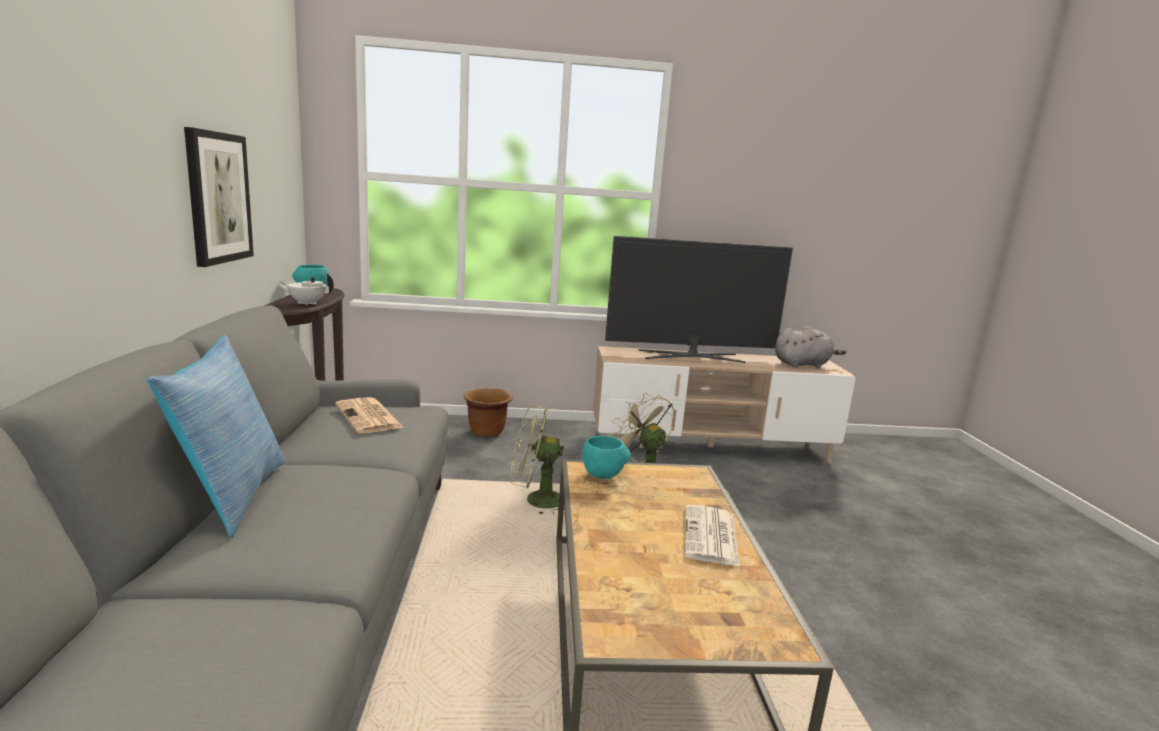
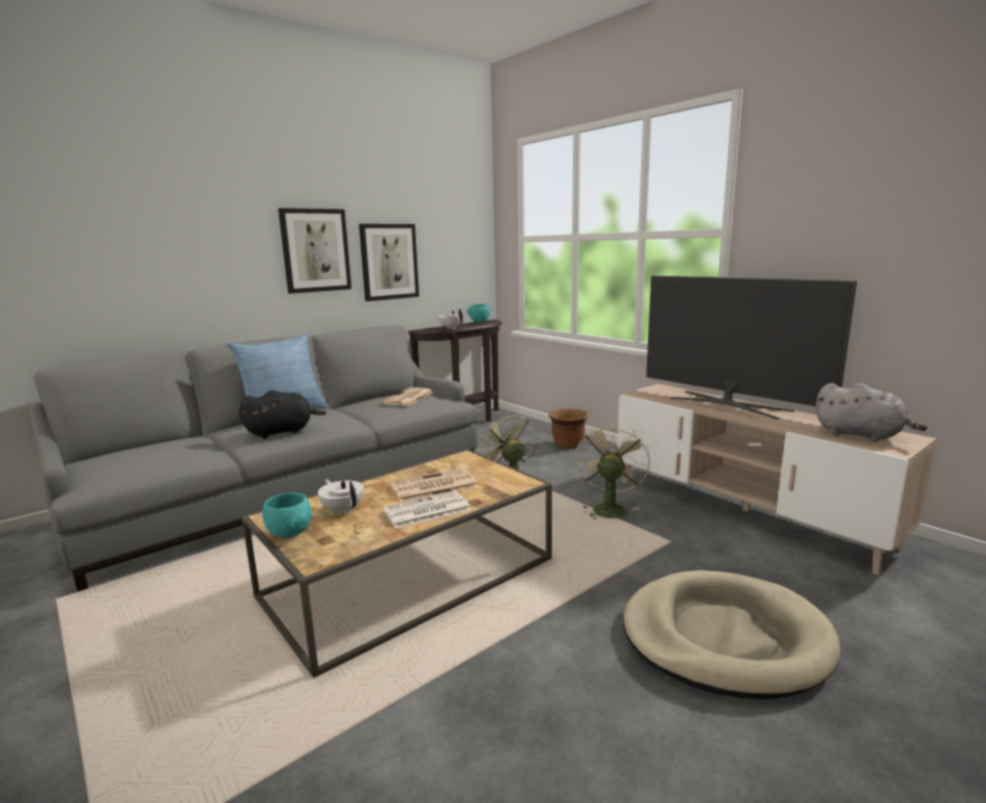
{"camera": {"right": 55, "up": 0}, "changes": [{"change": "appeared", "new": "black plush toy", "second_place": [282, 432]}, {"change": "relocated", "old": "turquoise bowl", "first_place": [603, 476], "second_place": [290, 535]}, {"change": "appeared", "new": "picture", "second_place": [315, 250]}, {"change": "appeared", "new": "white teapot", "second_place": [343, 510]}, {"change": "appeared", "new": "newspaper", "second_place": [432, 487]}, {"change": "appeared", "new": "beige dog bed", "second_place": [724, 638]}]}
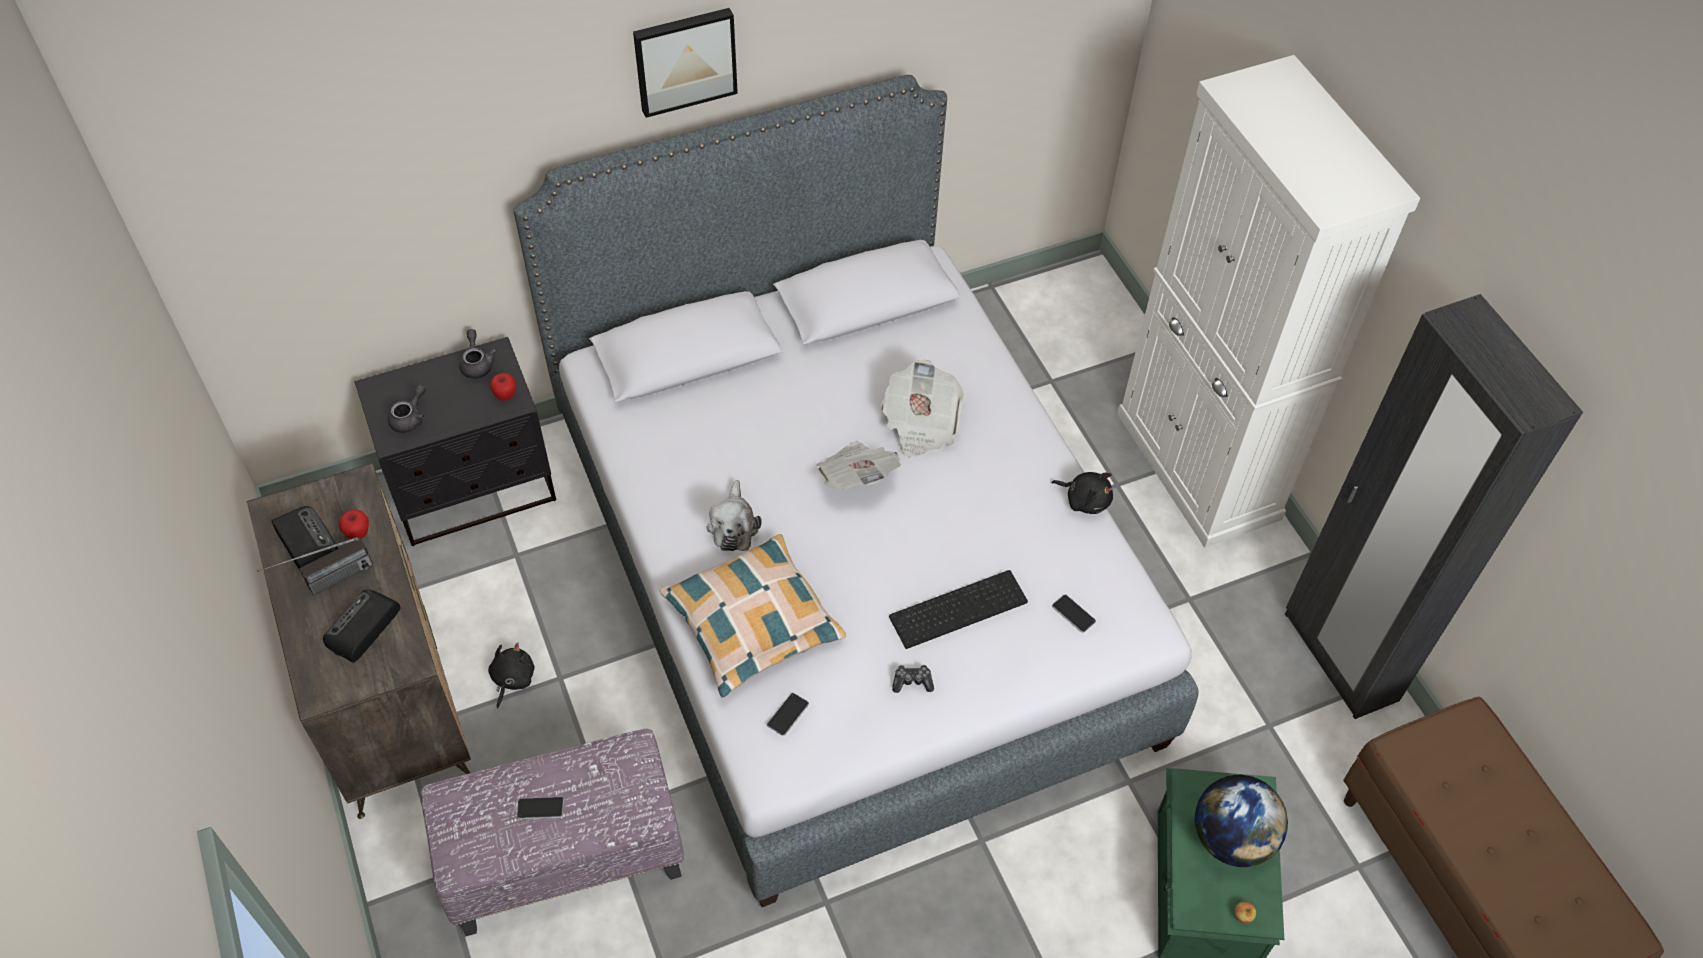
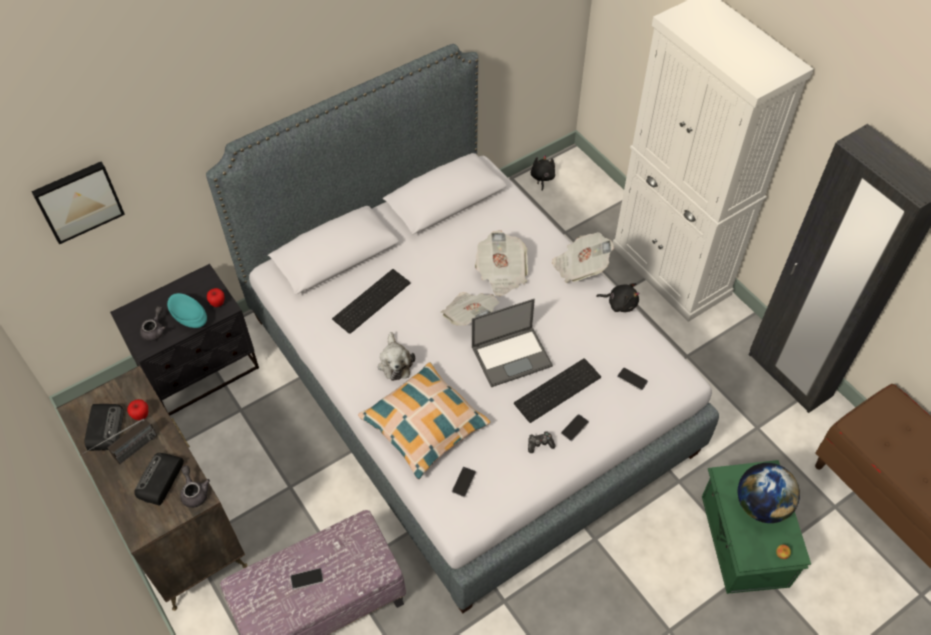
{"camera": {"right": -10, "up": 0}, "changes": [{"change": "relocated", "old": "picture", "first_place": [684, 59], "second_place": [78, 200]}, {"change": "spun", "old": "radio", "first_place": [305, 541], "second_place": [105, 428], "degrees": 45}, {"change": "appeared", "new": "turquoise bowl", "second_place": [189, 316]}, {"change": "relocated", "old": "grey teapot", "first_place": [477, 363], "second_place": [194, 492]}, {"change": "appeared", "new": "keyboard", "second_place": [371, 299]}, {"change": "appeared", "new": "laptop", "second_place": [512, 356]}, {"change": "relocated", "old": "black plush toy", "first_place": [512, 679], "second_place": [542, 178]}, {"change": "appeared", "new": "newspaper", "second_place": [580, 267]}, {"change": "appeared", "new": "phone", "second_place": [574, 428]}]}
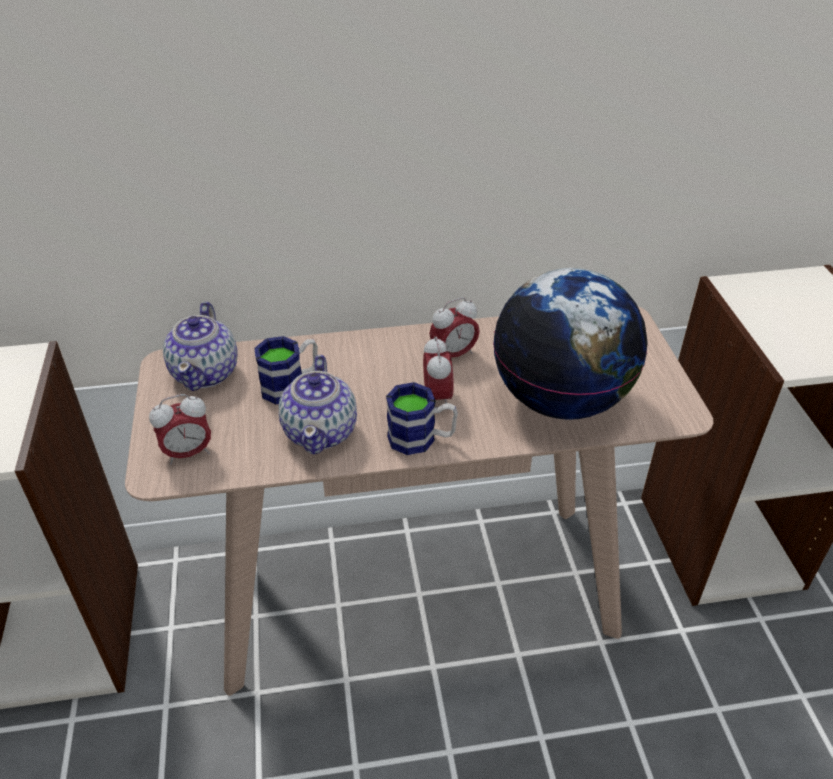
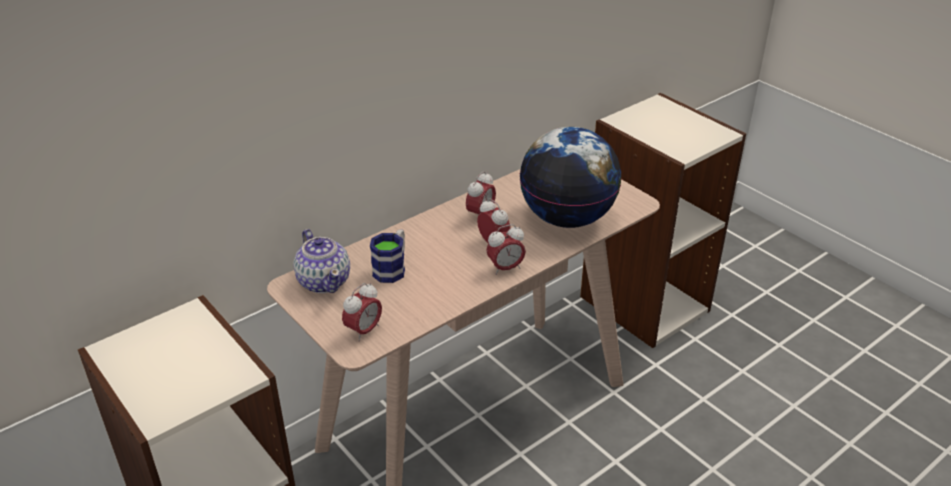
{"camera": {"right": -30, "up": -5}, "changes": [{"change": "exchanged", "old": "mug", "new": "alarm clock", "first_place": [421, 439], "second_place": [505, 268]}, {"change": "missing", "old": "teapot", "first_place": [321, 431]}]}
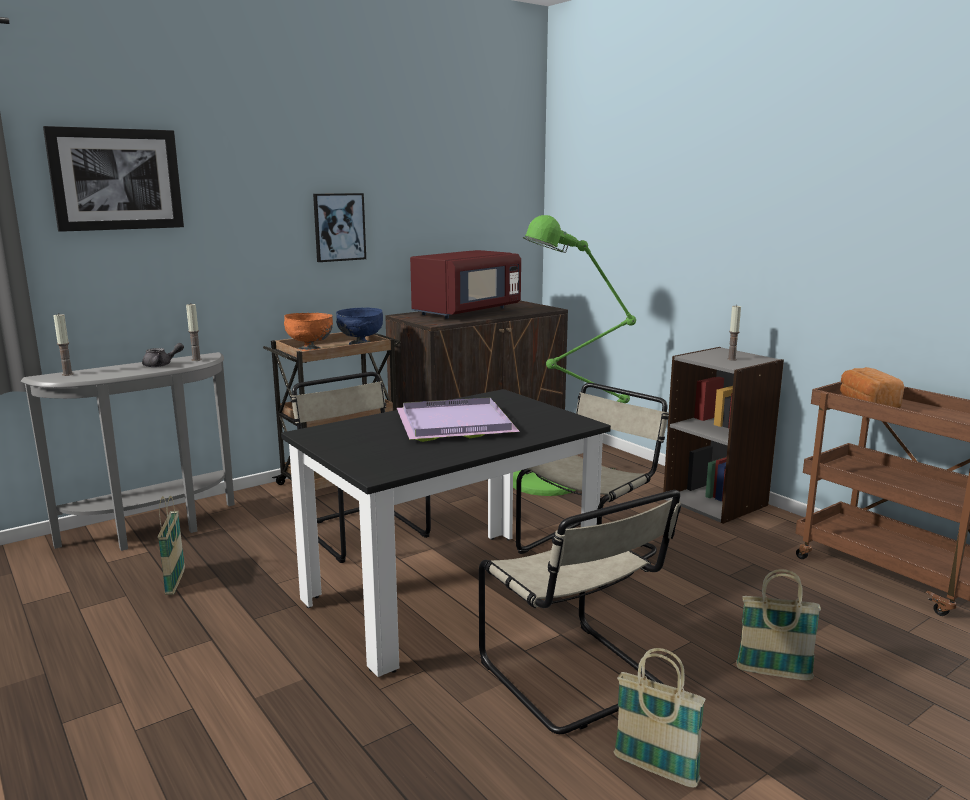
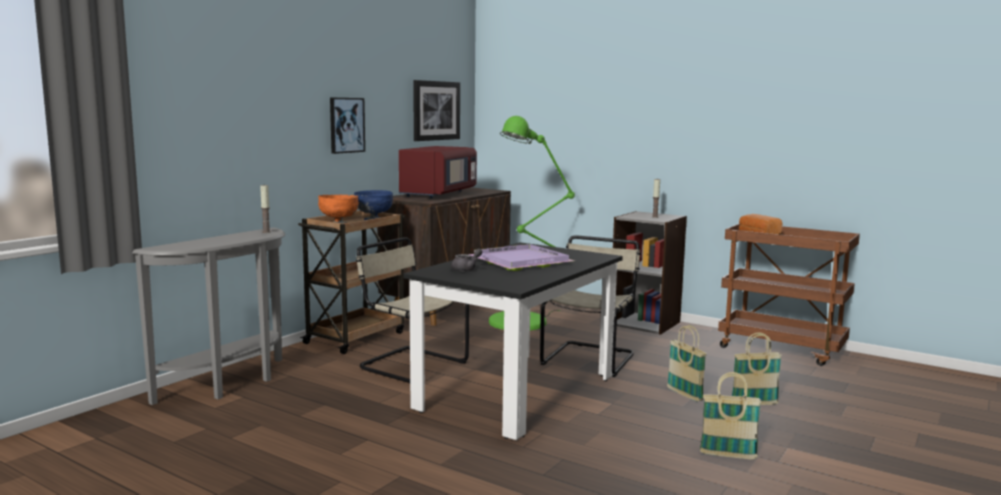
{"camera": {"right": -20, "up": -5}, "changes": [{"change": "relocated", "old": "picture", "first_place": [116, 179], "second_place": [436, 110]}, {"change": "relocated", "old": "grey teapot", "first_place": [161, 365], "second_place": [466, 269]}, {"change": "relocated", "old": "basket", "first_place": [175, 582], "second_place": [684, 395]}, {"change": "missing", "old": "candle", "first_place": [67, 374]}, {"change": "missing", "old": "beige chair", "first_place": [575, 679]}]}
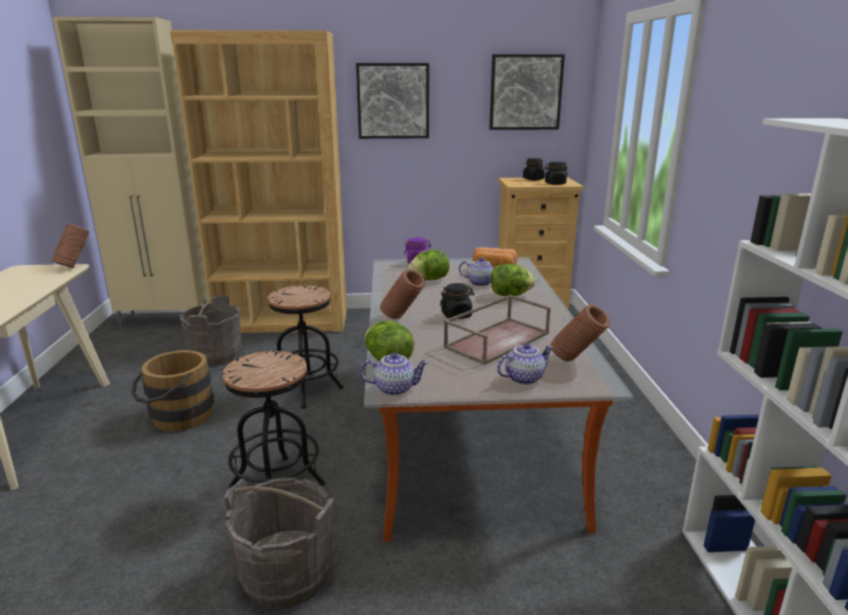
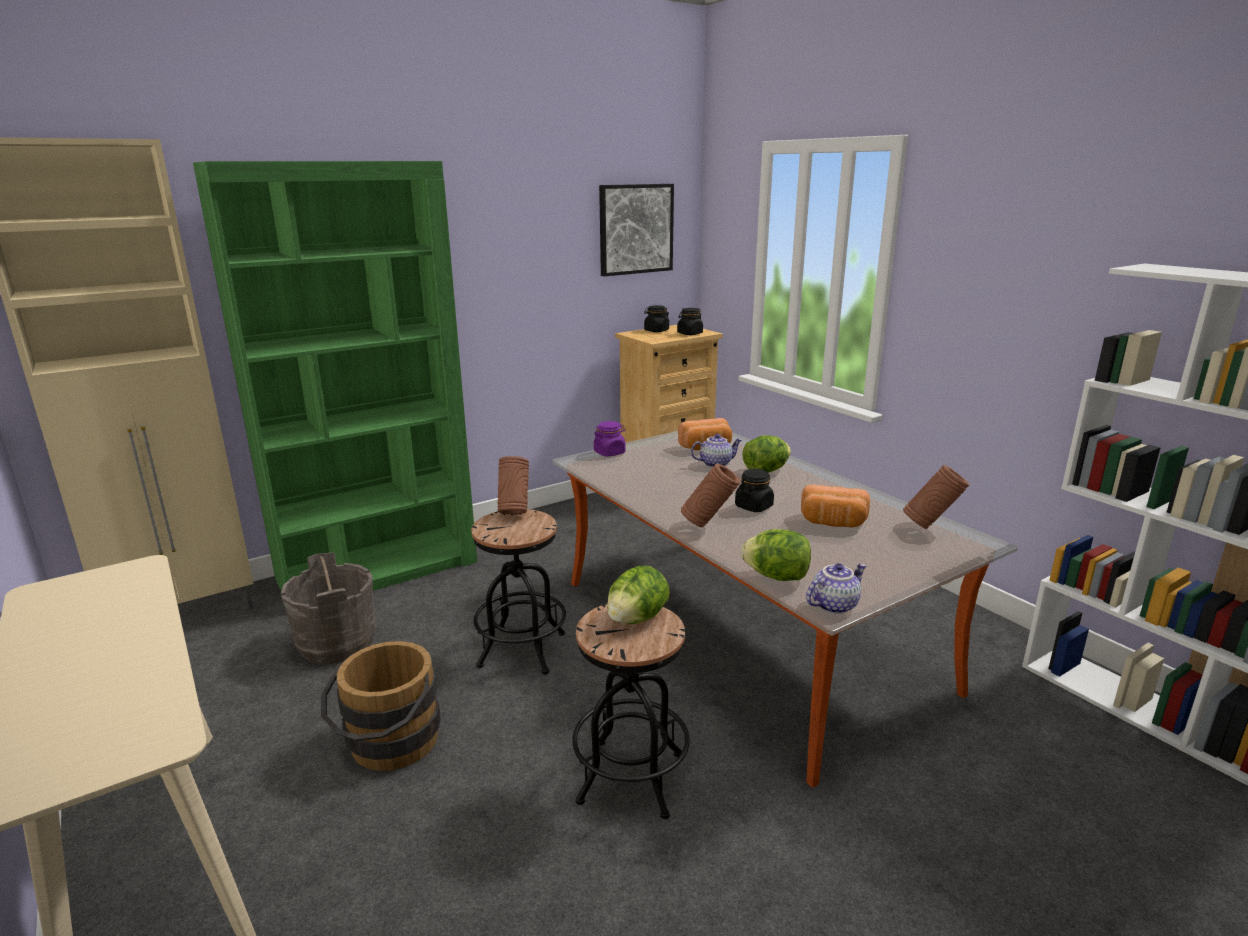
{"camera": {"right": -30, "up": 0}, "changes": [{"change": "colour", "old": "brown bookcase", "new": "green bookcase", "first_place": [283, 322], "second_place": [379, 570]}, {"change": "relocated", "old": "brown vase", "first_place": [75, 267], "second_place": [514, 512]}, {"change": "relocated", "old": "lettuce", "first_place": [429, 279], "second_place": [637, 618]}, {"change": "exchanged", "old": "brown tray", "new": "bread", "first_place": [497, 339], "second_place": [833, 523]}, {"change": "missing", "old": "grey bucket", "first_place": [286, 575]}, {"change": "missing", "old": "picture", "first_place": [393, 101]}, {"change": "missing", "old": "teapot", "first_place": [523, 378]}]}
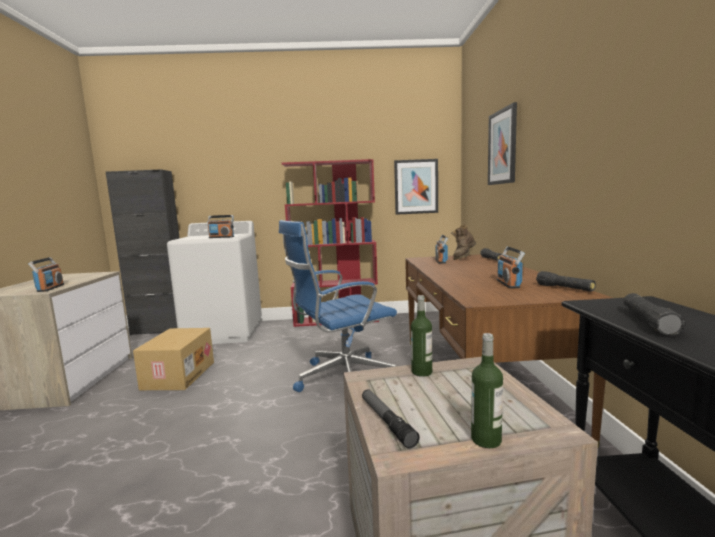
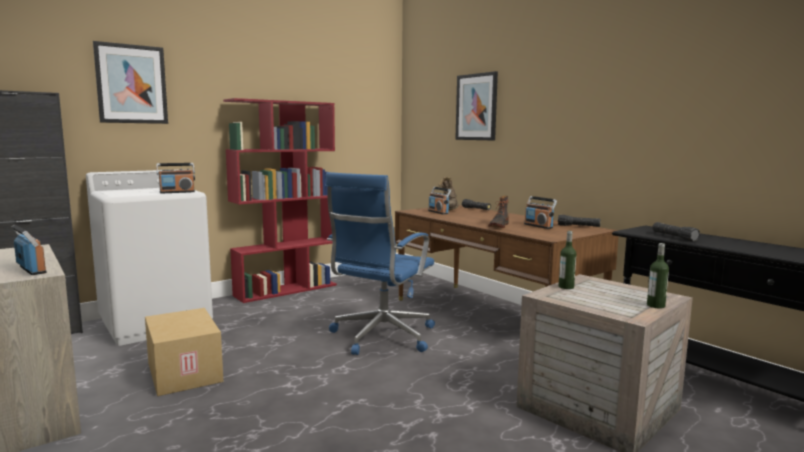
{"camera": {"right": -35, "up": 0}, "changes": [{"change": "relocated", "old": "picture", "first_place": [416, 187], "second_place": [131, 84]}, {"change": "appeared", "new": "boot", "second_place": [498, 226]}, {"change": "missing", "old": "flashlight", "first_place": [386, 422]}]}
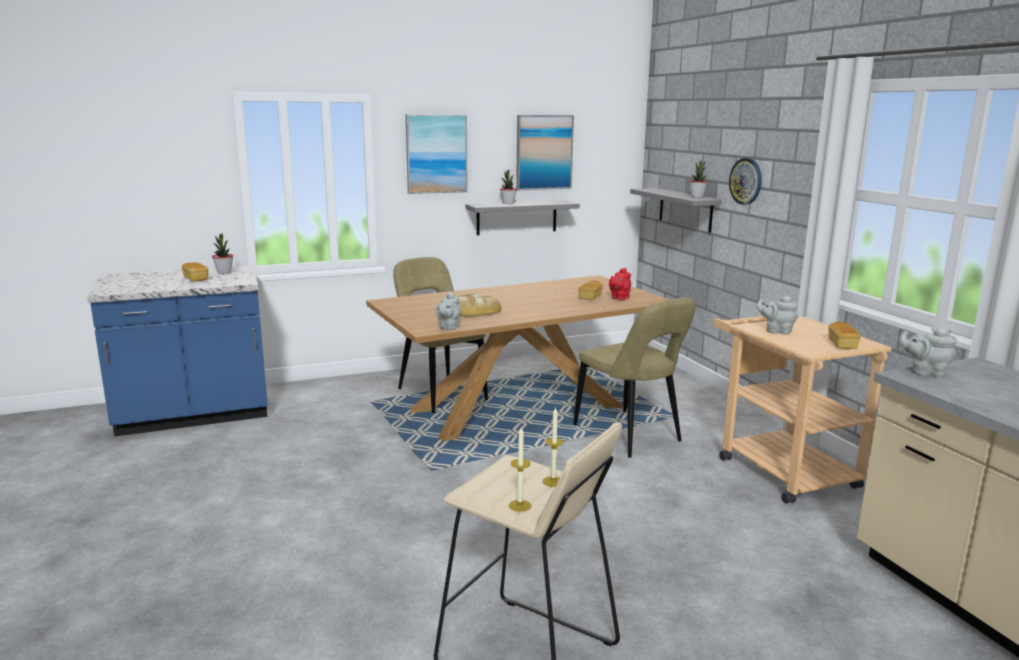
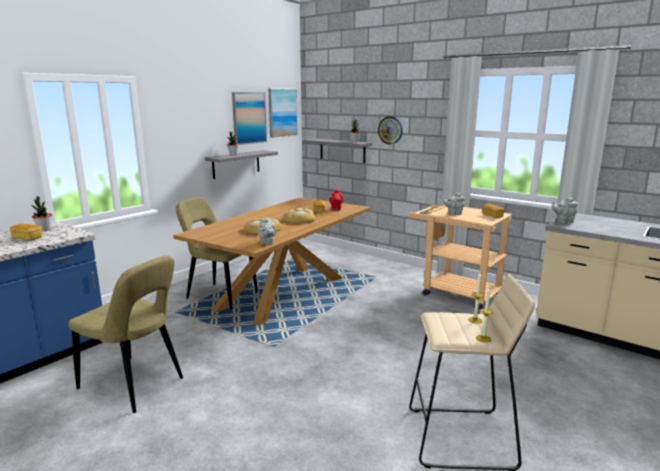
{"camera": {"right": -30, "up": 0}, "changes": [{"change": "relocated", "old": "beige chair", "first_place": [630, 435], "second_place": [135, 385]}, {"change": "relocated", "old": "picture", "first_place": [436, 154], "second_place": [282, 112]}, {"change": "appeared", "new": "bread", "second_place": [299, 219]}]}
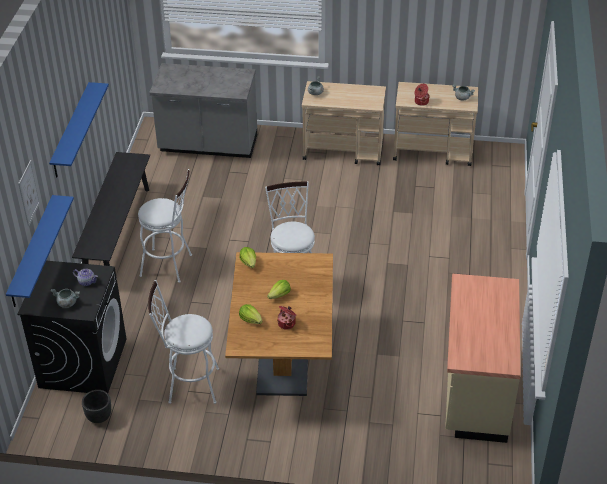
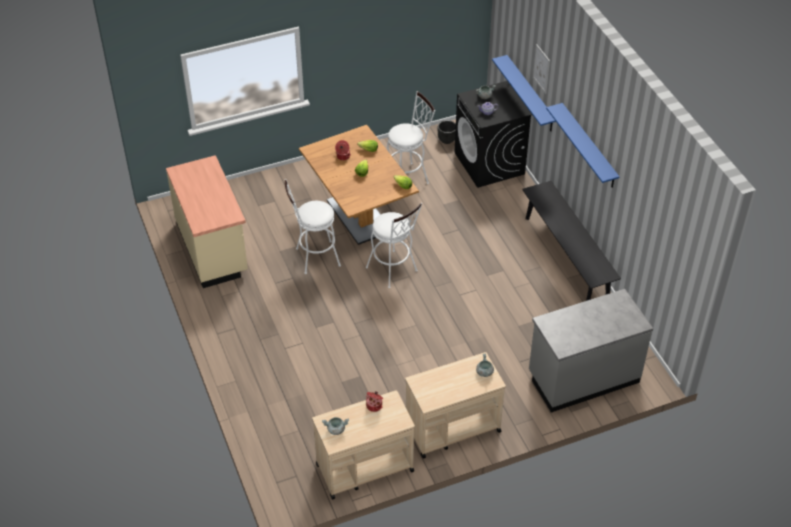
{"camera": {"right": 150, "up": 5}, "changes": [{"change": "relocated", "old": "white stool", "first_place": [170, 266], "second_place": [313, 258]}]}
